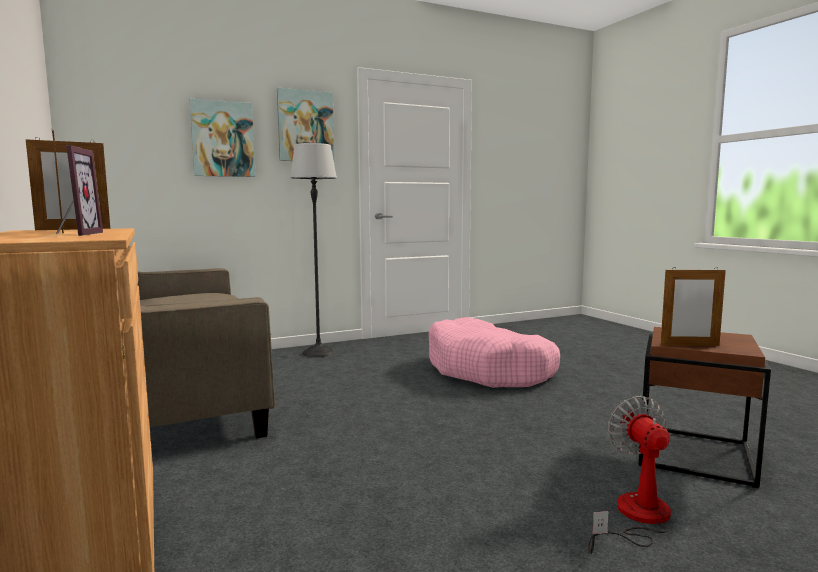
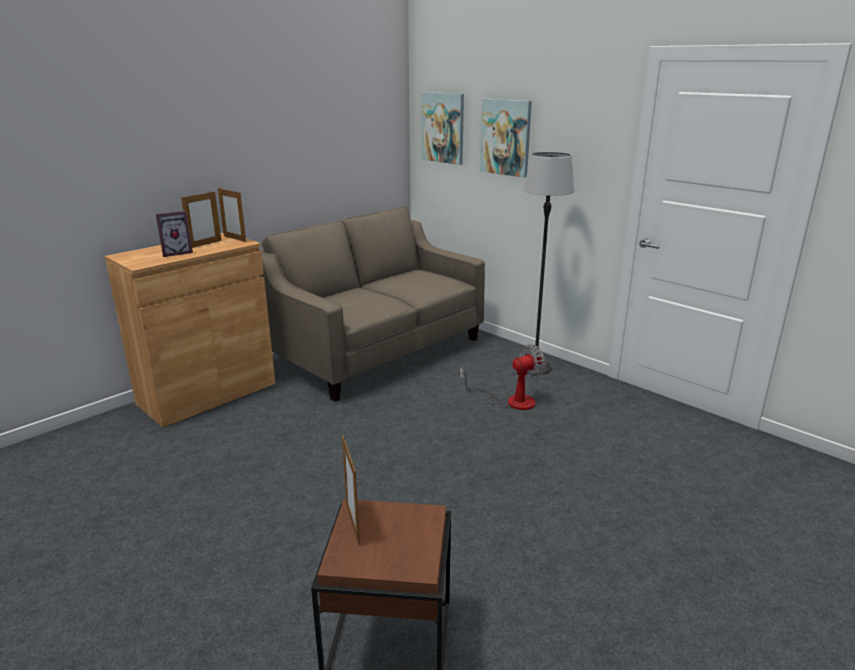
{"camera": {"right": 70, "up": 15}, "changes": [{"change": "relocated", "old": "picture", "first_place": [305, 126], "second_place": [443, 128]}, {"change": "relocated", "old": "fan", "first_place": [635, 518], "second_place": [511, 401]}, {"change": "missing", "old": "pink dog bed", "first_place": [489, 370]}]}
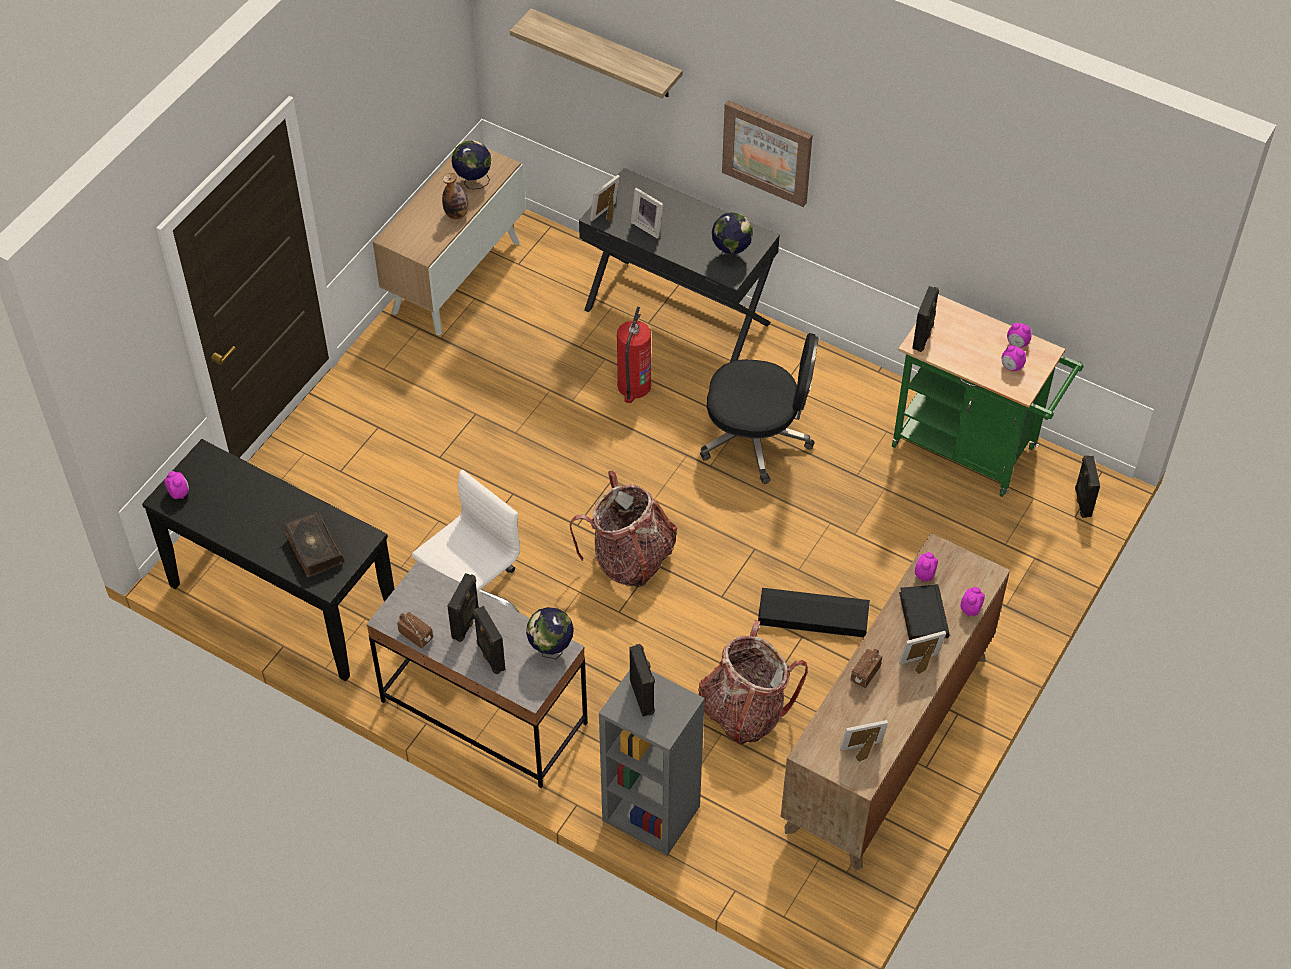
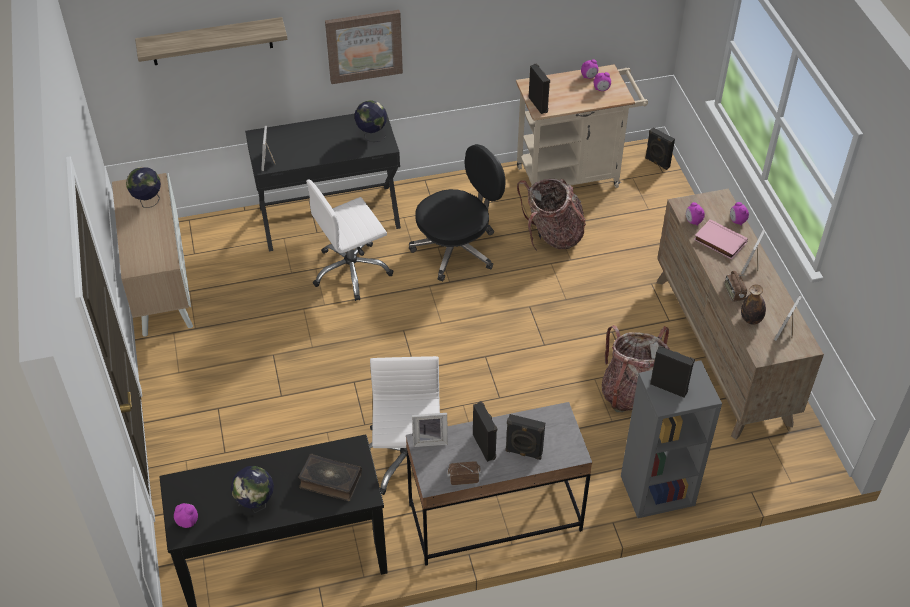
{"camera": {"right": -45, "up": -5}, "changes": [{"change": "relocated", "old": "globe", "first_place": [551, 650], "second_place": [256, 504]}, {"change": "exchanged", "old": "fire extinguisher", "new": "white office chair", "first_place": [633, 386], "second_place": [351, 271]}, {"change": "relocated", "old": "picture frame", "first_place": [649, 226], "second_place": [430, 439]}, {"change": "colour", "old": "green cart", "new": "beige cart", "first_place": [972, 449], "second_place": [574, 175]}, {"change": "relocated", "old": "backpack", "first_place": [629, 558], "second_place": [552, 236]}, {"change": "colour", "old": "black book", "new": "pink book", "first_place": [922, 615], "second_place": [719, 242]}, {"change": "relocated", "old": "bottle", "first_place": [456, 214], "second_place": [751, 319]}, {"change": "missing", "old": "black storage box", "first_place": [812, 616]}]}
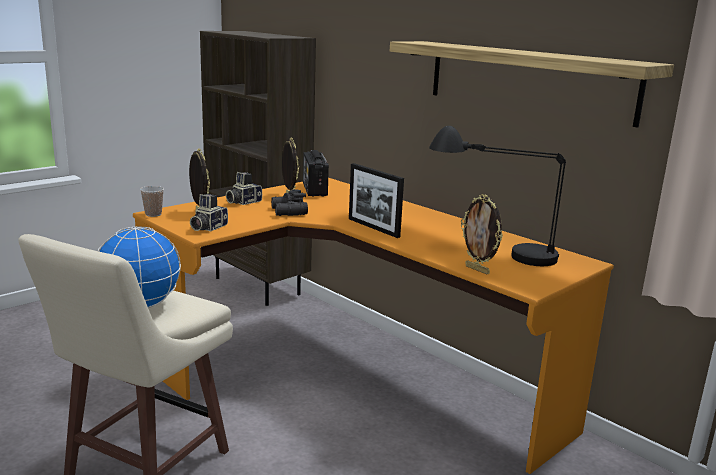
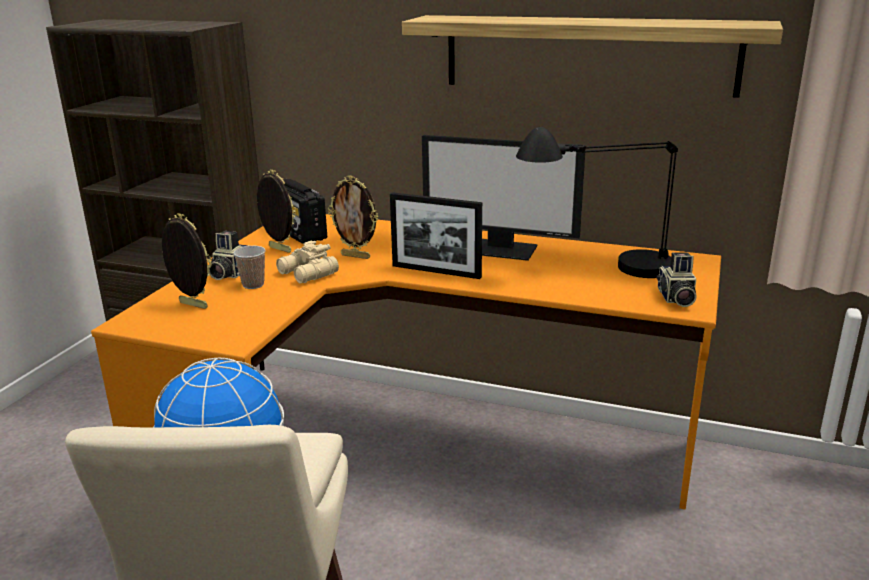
{"camera": {"right": -25, "up": 5}, "changes": [{"change": "relocated", "old": "cup", "first_place": [153, 214], "second_place": [253, 285]}, {"change": "colour", "old": "black binoculars", "new": "beige binoculars", "first_place": [288, 212], "second_place": [307, 274]}, {"change": "relocated", "old": "picture frame", "first_place": [478, 270], "second_place": [356, 256]}, {"change": "appeared", "new": "monitor", "second_place": [500, 249]}, {"change": "relocated", "old": "photo camera", "first_place": [207, 227], "second_place": [675, 298]}]}
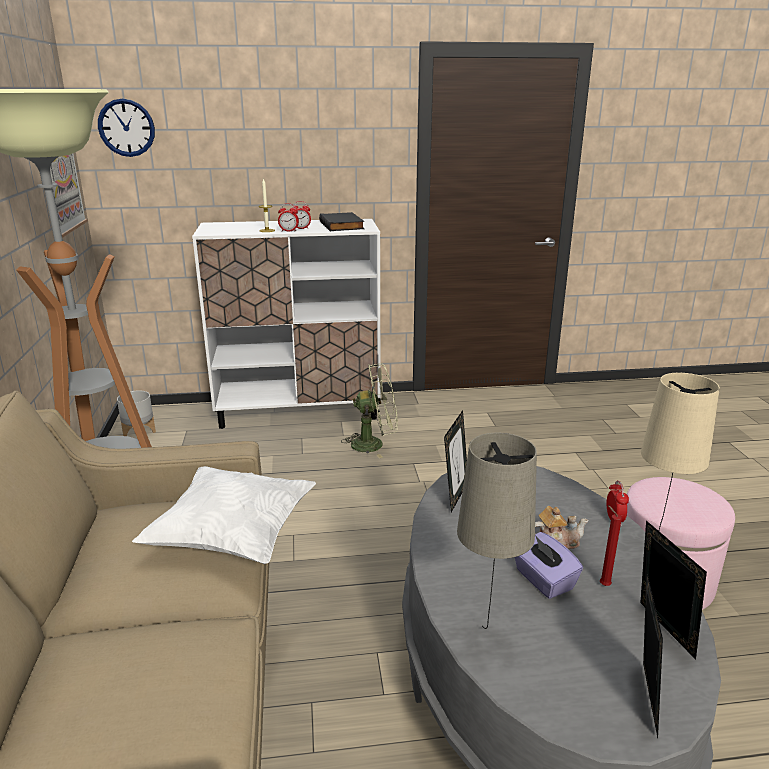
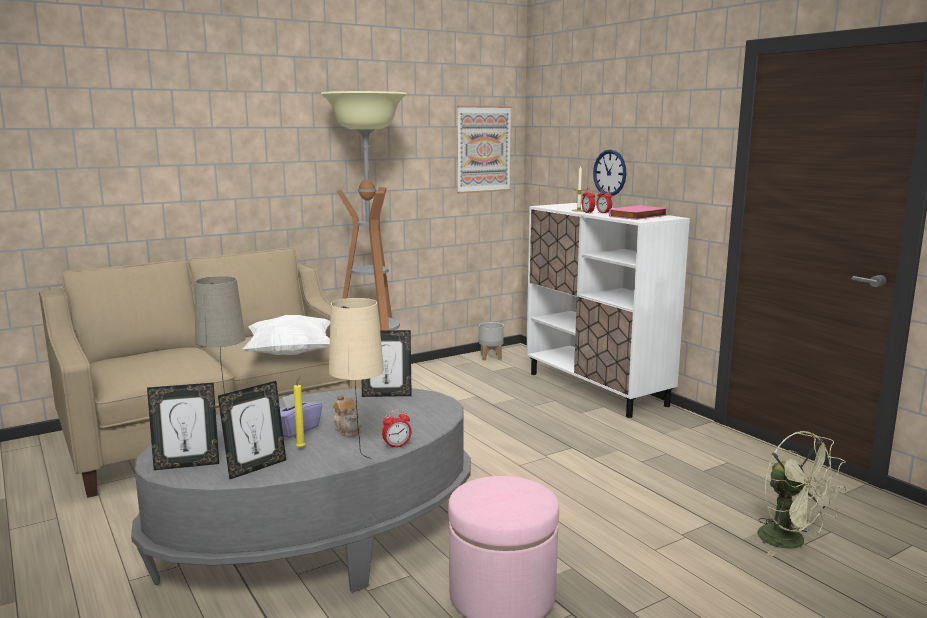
{"camera": {"right": 65, "up": -10}, "changes": [{"change": "colour", "old": "red candle", "new": "yellow candle", "first_place": [603, 584], "second_place": [301, 447]}, {"change": "relocated", "old": "wall clock", "first_place": [126, 128], "second_place": [610, 173]}, {"change": "colour", "old": "black book", "new": "pink book", "first_place": [342, 225], "second_place": [639, 216]}, {"change": "relocated", "old": "green fan", "first_place": [374, 444], "second_place": [791, 542]}]}
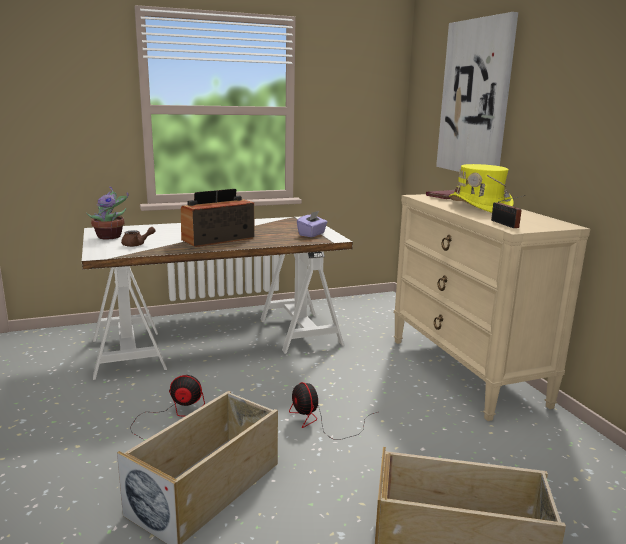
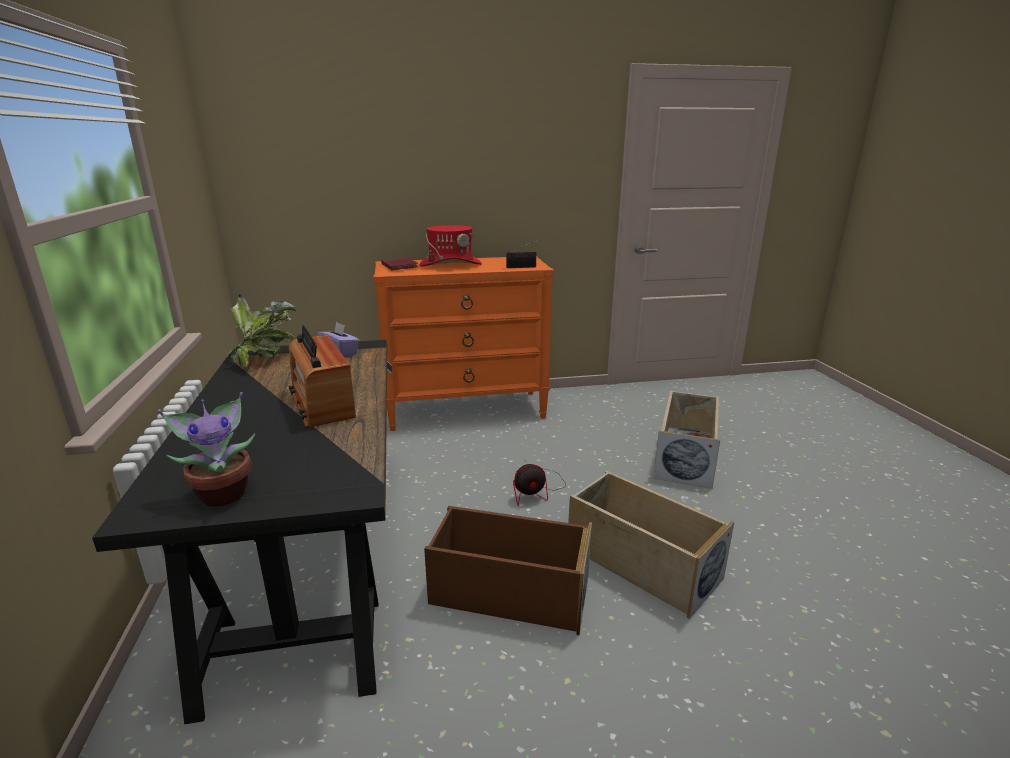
{"camera": {"right": -80, "up": 5}, "changes": [{"change": "colour", "old": "white desk", "new": "black desk", "first_place": [218, 341], "second_place": [310, 553]}, {"change": "appeared", "new": "potted plant", "second_place": [265, 359]}, {"change": "colour", "old": "beige dresser", "new": "orange dresser", "first_place": [466, 371], "second_place": [466, 410]}, {"change": "colour", "old": "yellow hat", "new": "red hat", "first_place": [480, 207], "second_place": [450, 264]}, {"change": "exchanged", "old": "fan", "new": "brown storage box", "first_place": [171, 416], "second_place": [508, 592]}, {"change": "missing", "old": "brown teapot", "first_place": [137, 244]}, {"change": "missing", "old": "picture", "first_place": [475, 98]}]}
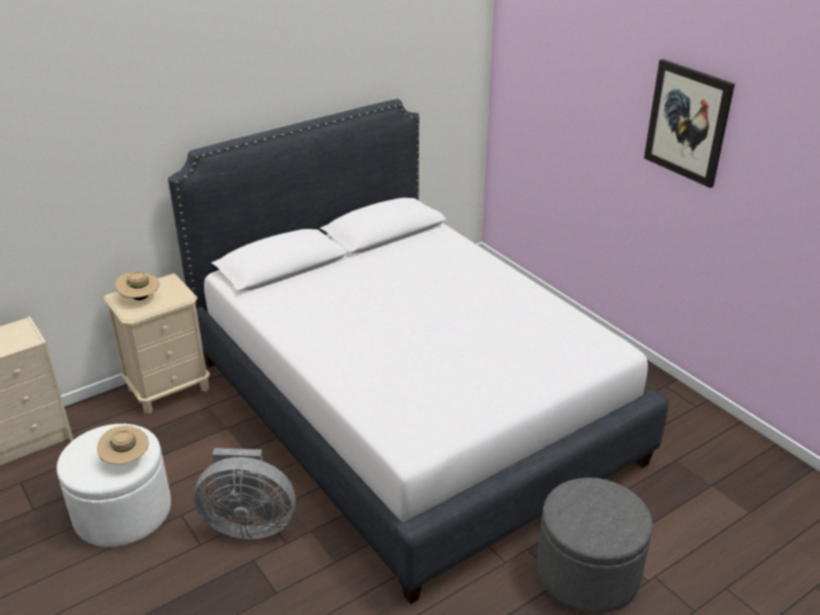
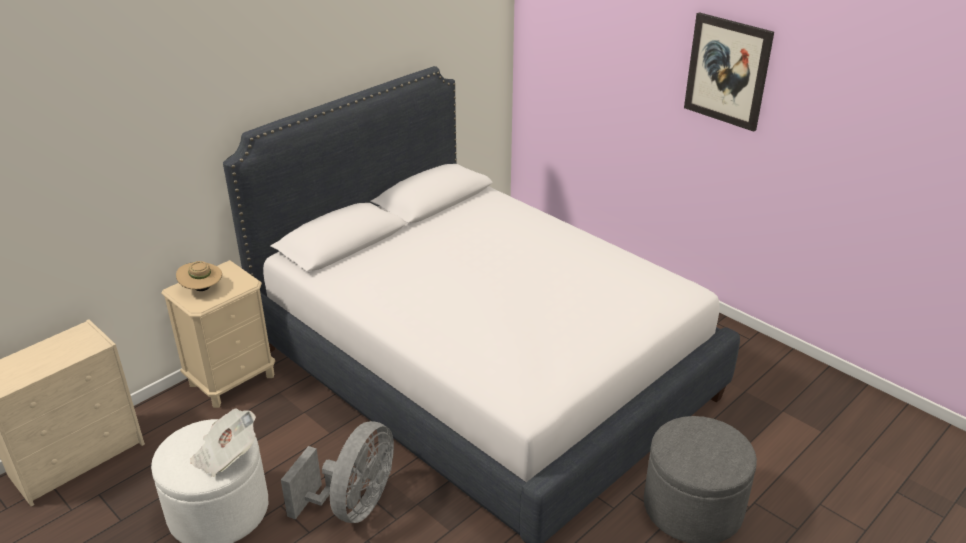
{"camera": {"right": -10, "up": 0}, "changes": [{"change": "exchanged", "old": "beige hat", "new": "newspaper", "first_place": [126, 459], "second_place": [226, 455]}, {"change": "spun", "old": "grey fan", "first_place": [249, 524], "second_place": [353, 505], "degrees": -60}]}
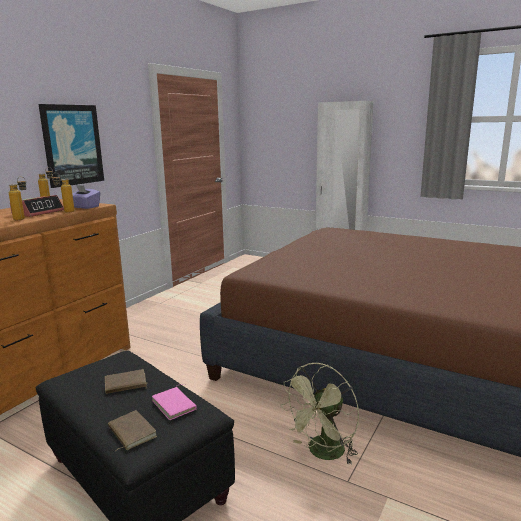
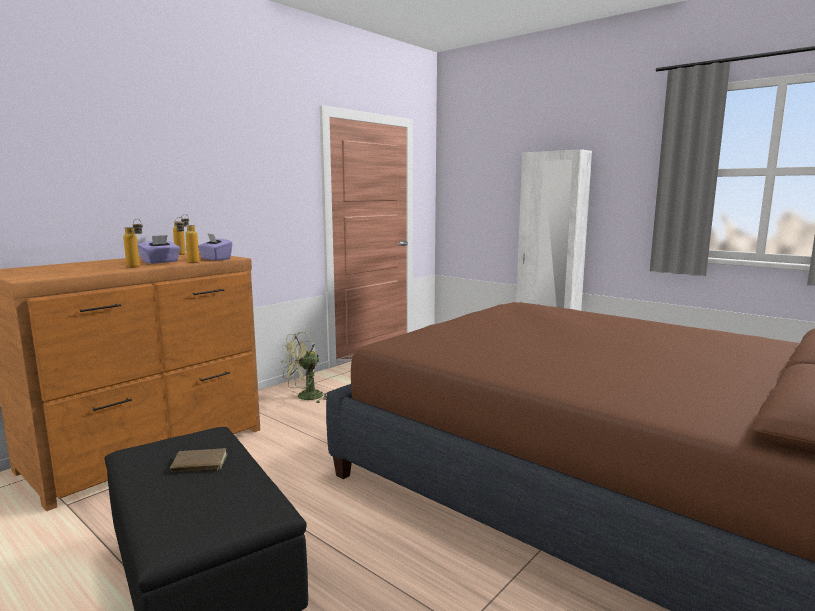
{"camera": {"right": 10, "up": -5}, "changes": [{"change": "exchanged", "old": "alarm clock", "new": "purple tissue box", "first_place": [38, 212], "second_place": [160, 262]}, {"change": "relocated", "old": "green fan", "first_place": [323, 453], "second_place": [305, 397]}, {"change": "missing", "old": "picture", "first_place": [72, 145]}, {"change": "missing", "old": "brown book", "first_place": [130, 433]}, {"change": "missing", "old": "pink book", "first_place": [175, 405]}]}
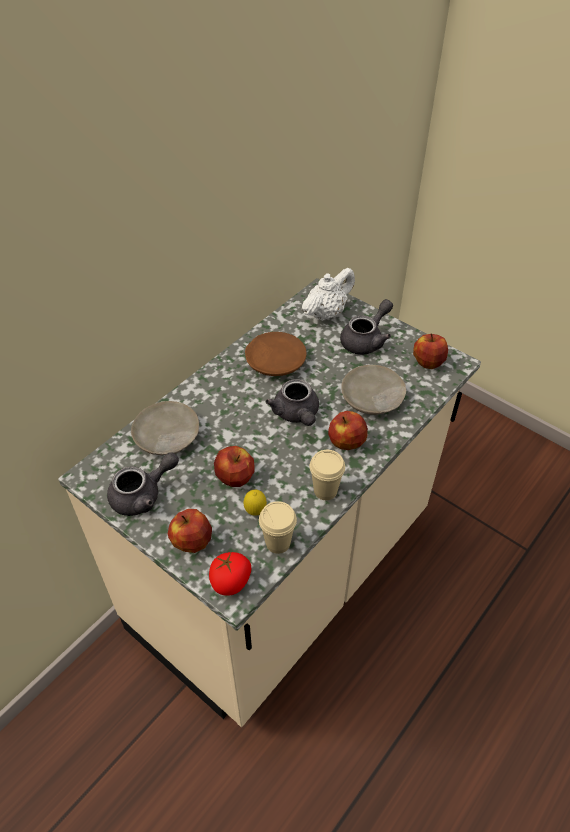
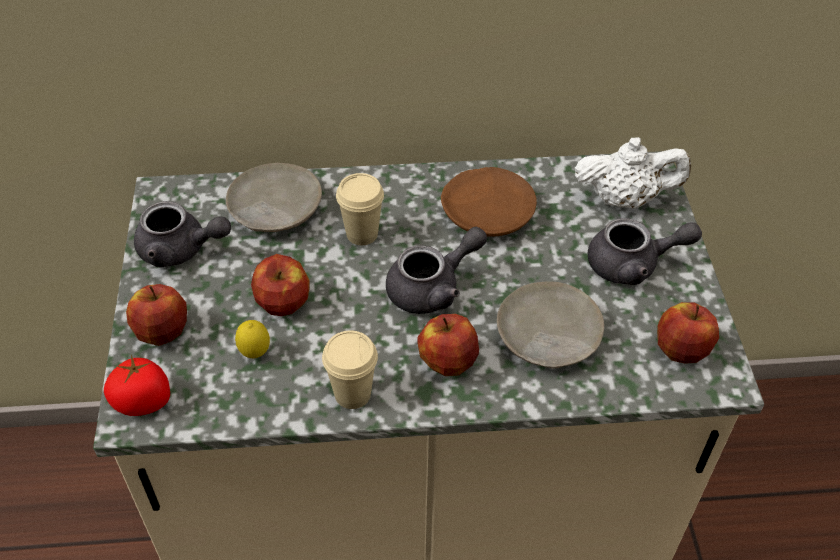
{"camera": {"right": 45, "up": 0}, "changes": [{"change": "relocated", "old": "beige cup", "first_place": [278, 543], "second_place": [362, 234]}, {"change": "spun", "old": "grey teapot", "first_place": [296, 414], "second_place": [433, 288], "degrees": -150}]}
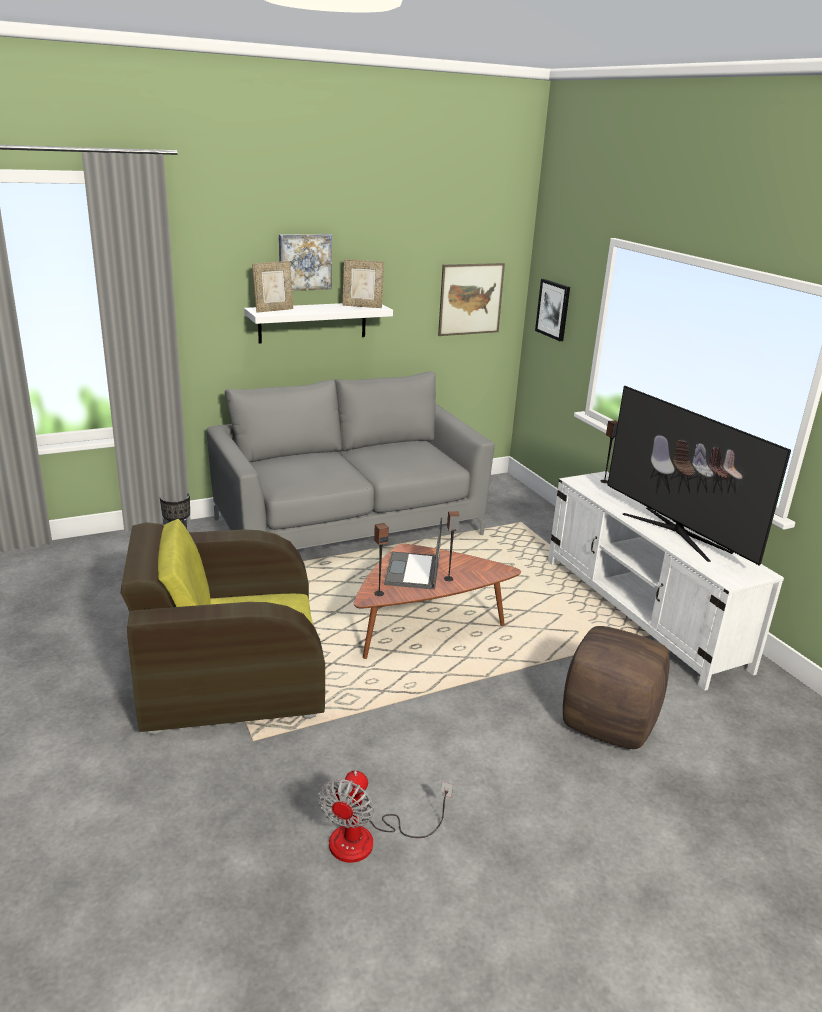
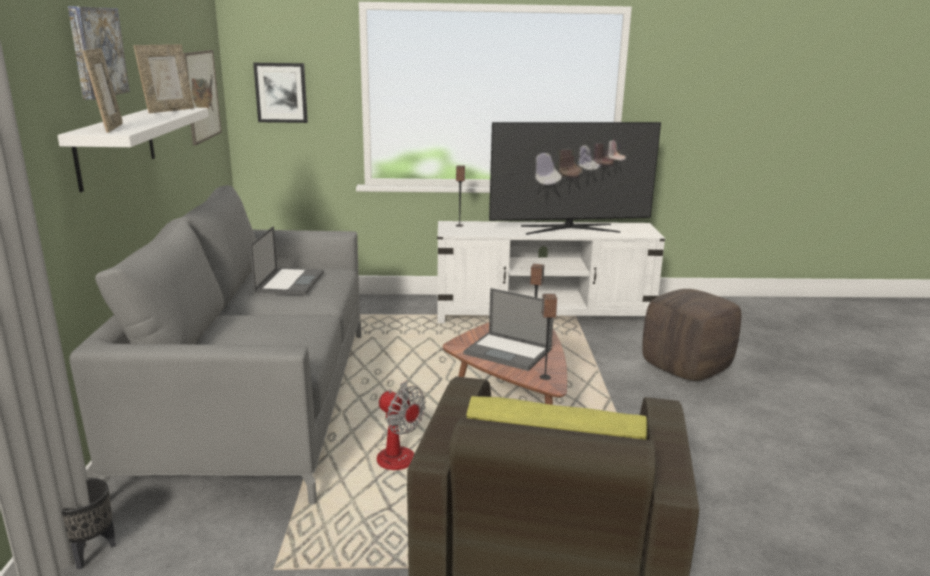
{"camera": {"right": -65, "up": -5}, "changes": [{"change": "appeared", "new": "laptop", "second_place": [290, 282]}, {"change": "relocated", "old": "fan", "first_place": [367, 840], "second_place": [398, 451]}]}
